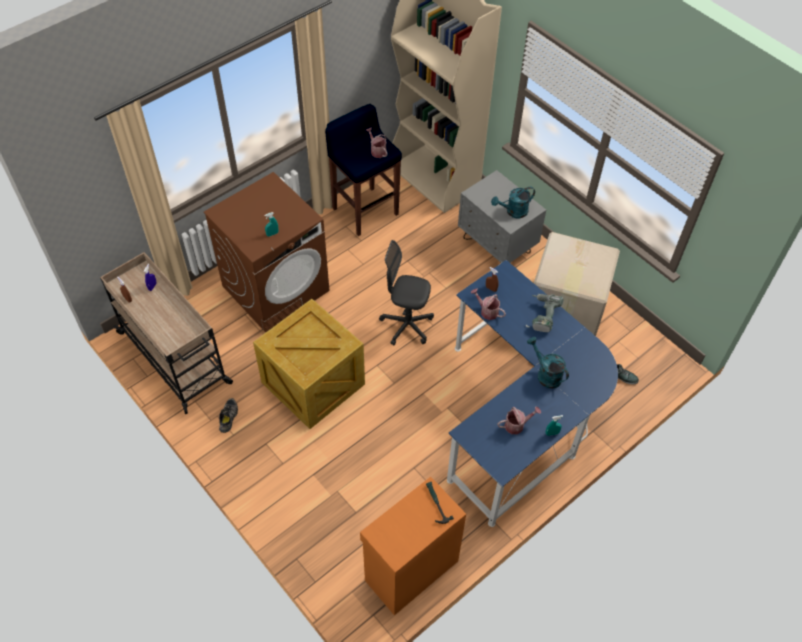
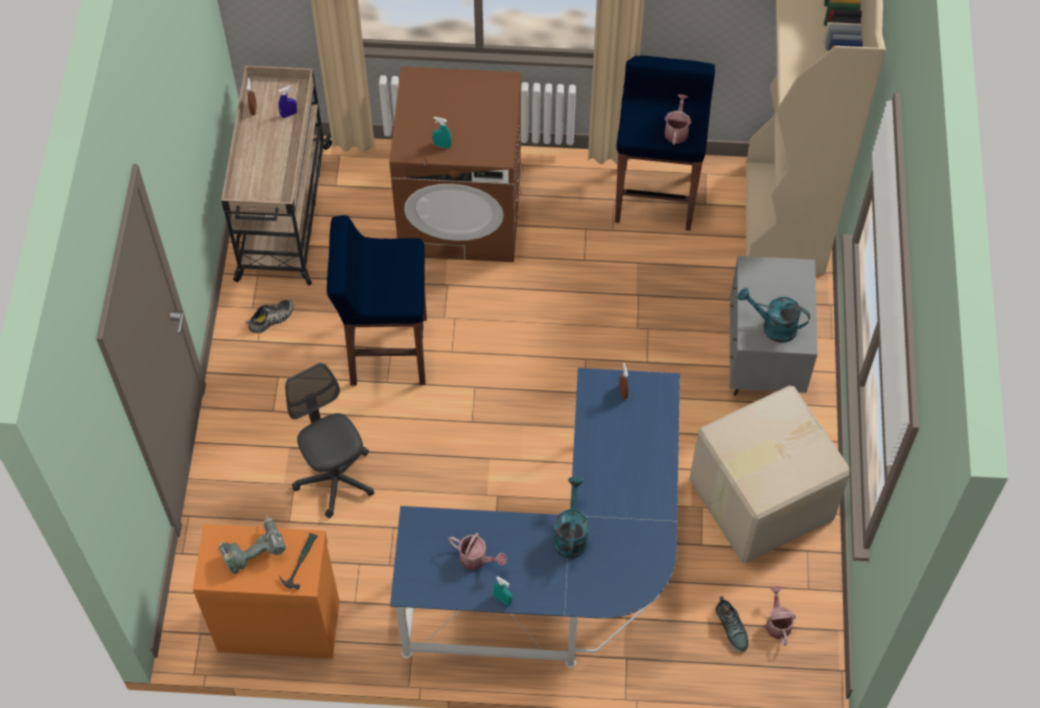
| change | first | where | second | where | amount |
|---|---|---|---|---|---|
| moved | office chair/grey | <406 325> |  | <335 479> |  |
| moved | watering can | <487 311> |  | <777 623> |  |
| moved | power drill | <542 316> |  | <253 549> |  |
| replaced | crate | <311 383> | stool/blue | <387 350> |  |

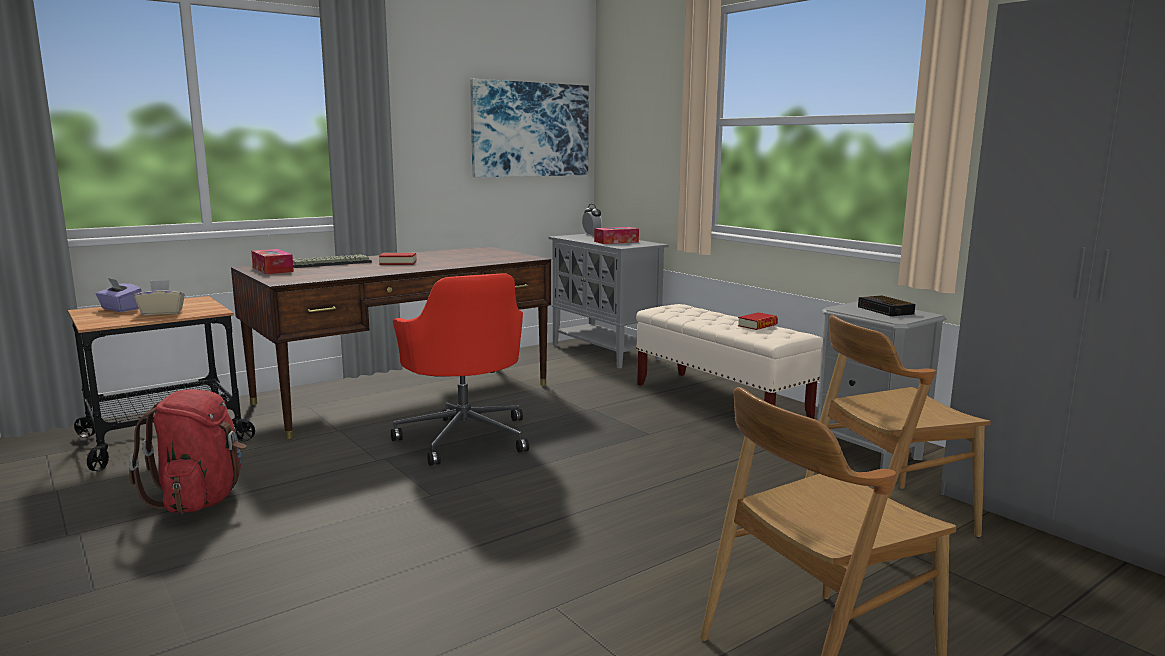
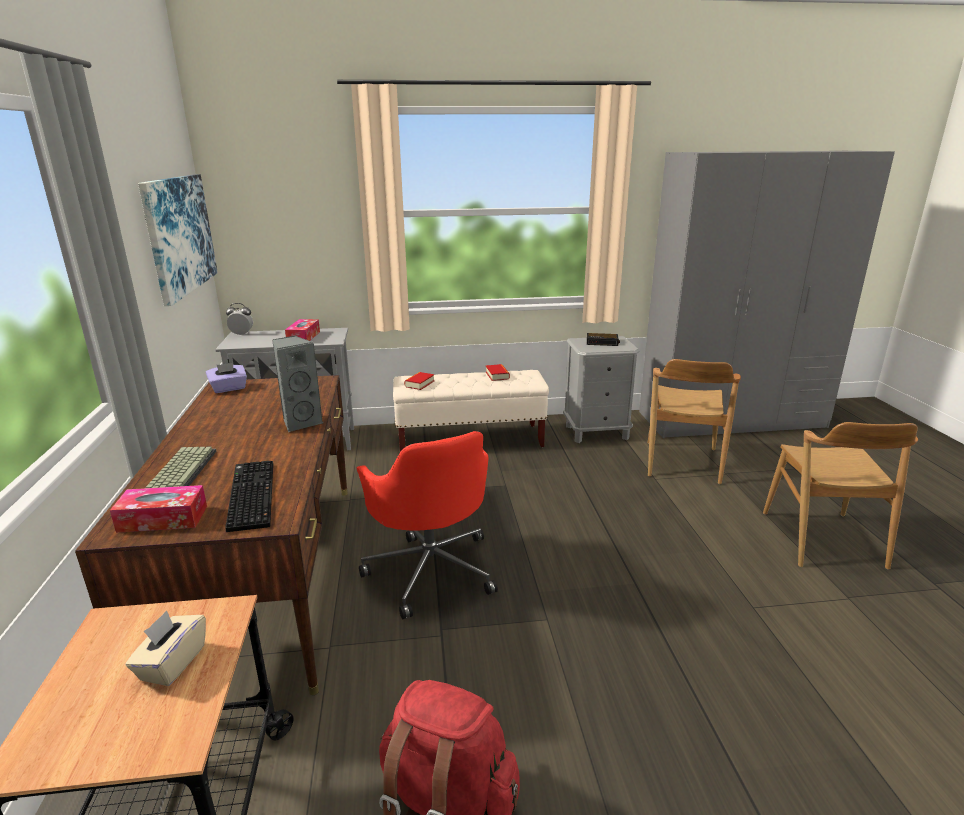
| change | first | where | second | where | amount |
|---|---|---|---|---|---|
| moved | book | <398 263> |  | <419 384> |  |
| turned | office chair/red | <465 437> |  | <431 569> | 60 degrees clockwise |
| moved | tissue box/purple | <120 309> |  | <229 388> |  |
| added |  |  | speaker/grey | <301 422> |  |
| added |  |  | keyboard | <249 495> |  |

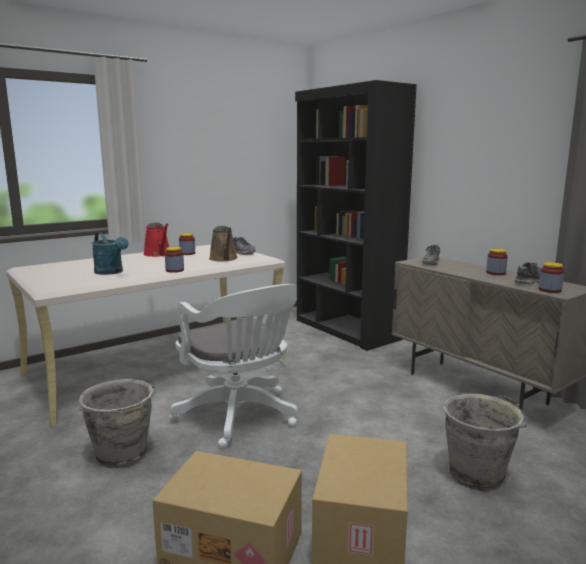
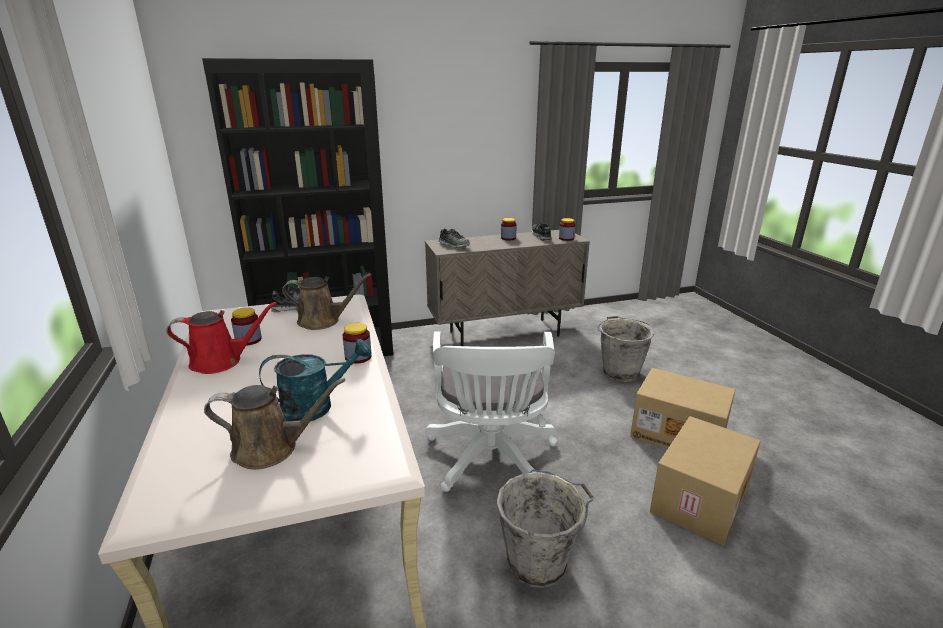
| change | first | where | second | where | amount |
|---|---|---|---|---|---|
| turned | office chair/white | <240 417> |  | <491 460> | 105 degrees clockwise |
| added |  |  | watering can/brown | <271 449> |  |

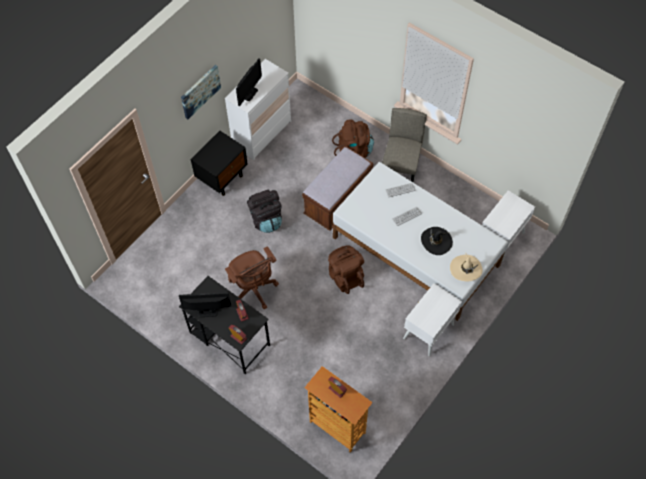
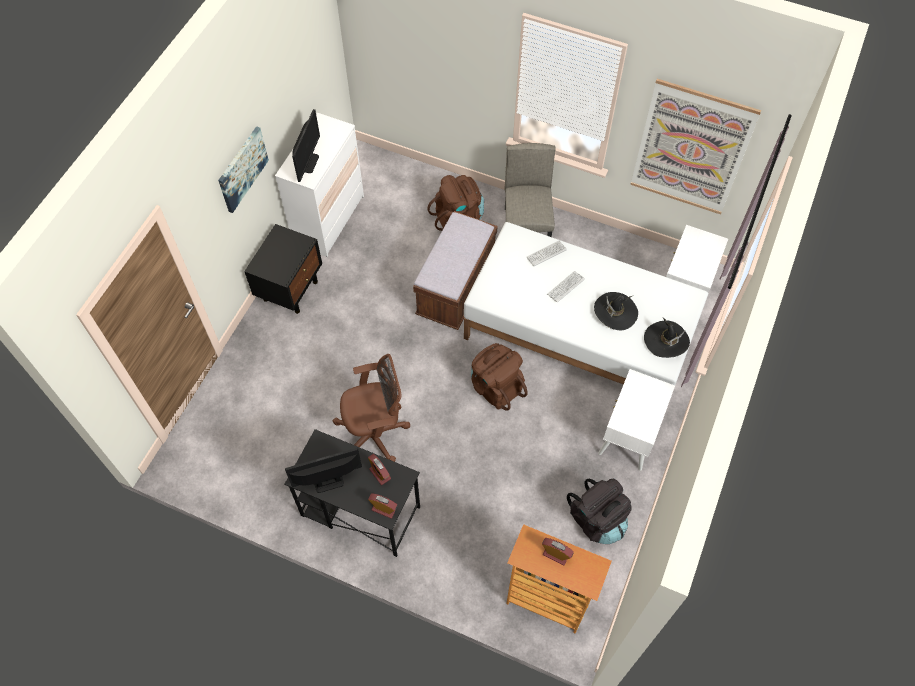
| change | first | where | second | where | amount |
|---|---|---|---|---|---|
| moved | backpack/black | <266 219> |  | <597 520> |  |
| turned | office chair/brown | <253 290> |  | <375 434> | 60 degrees counterclockwise |
| recoloured | hat/beige | <466 269> | hat/black | <666 340> |  |
| added |  |  | picture | <691 149> |  |

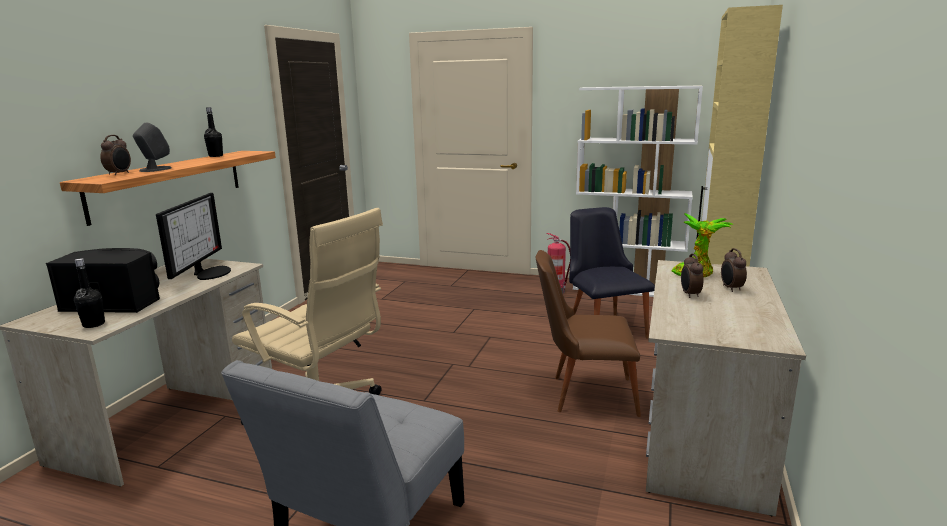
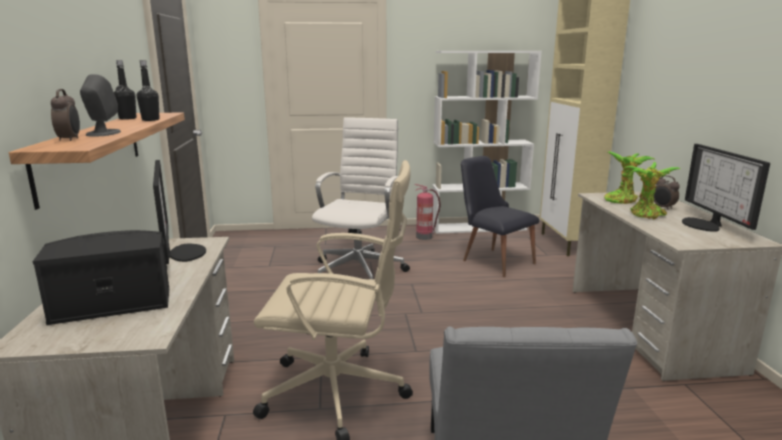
| change | first | where | second | where | amount |
|---|---|---|---|---|---|
| removed | chair/brown | <584 394> |  |  |  |
| replaced | alarm clock | <689 294> | potted plant | <646 215> |  |
| moved | bottle/black | <94 324> |  | <150 120> |  |
| added |  |  | office chair/white | <360 270> |  |
| added |  |  | monitor | <705 225> |  |

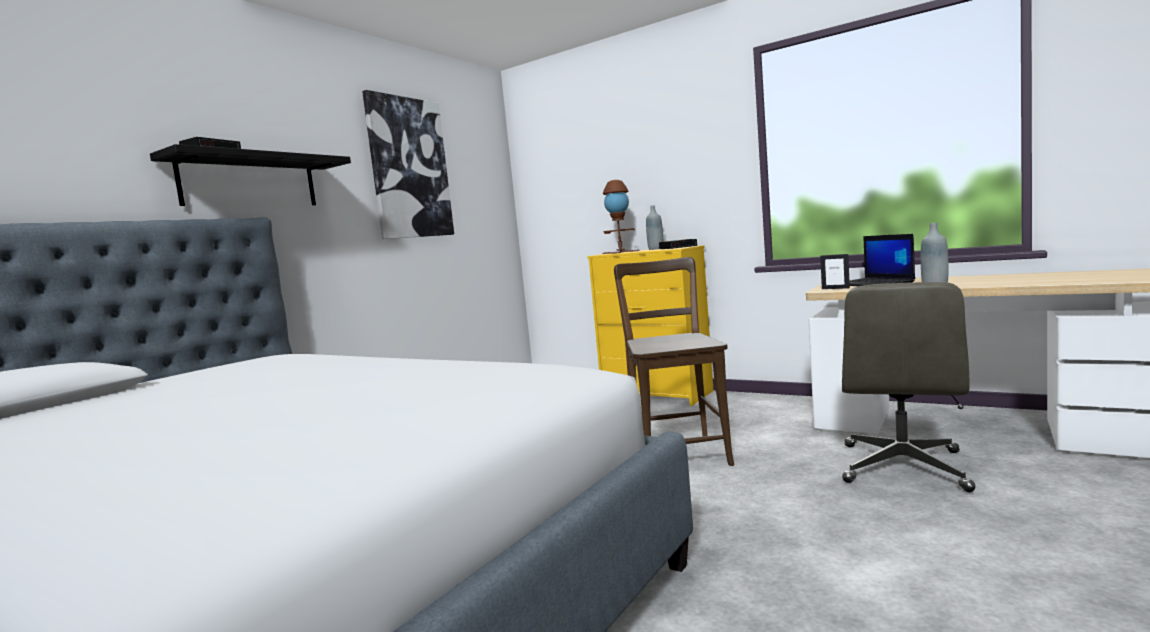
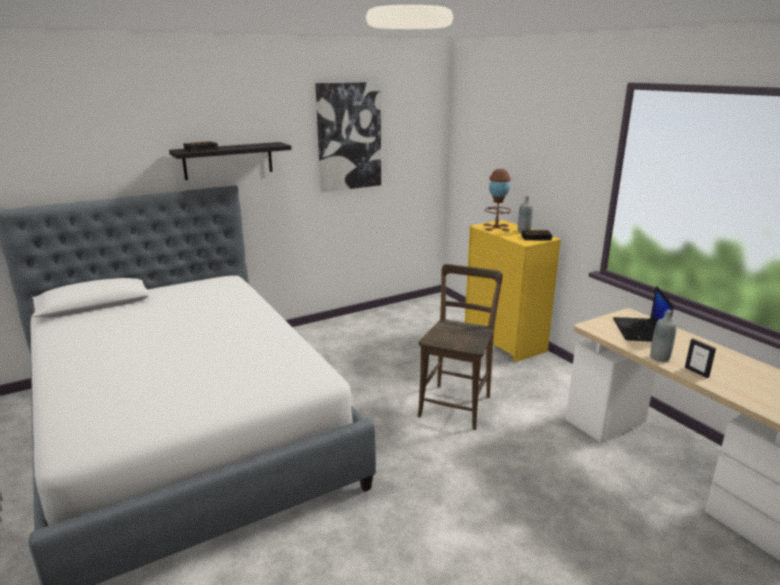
| change | first | where | second | where | amount |
|---|---|---|---|---|---|
| moved | picture frame | <835 288> |  | <696 372> |  |
| removed | office chair/grey | <903 468> |  |  |  |

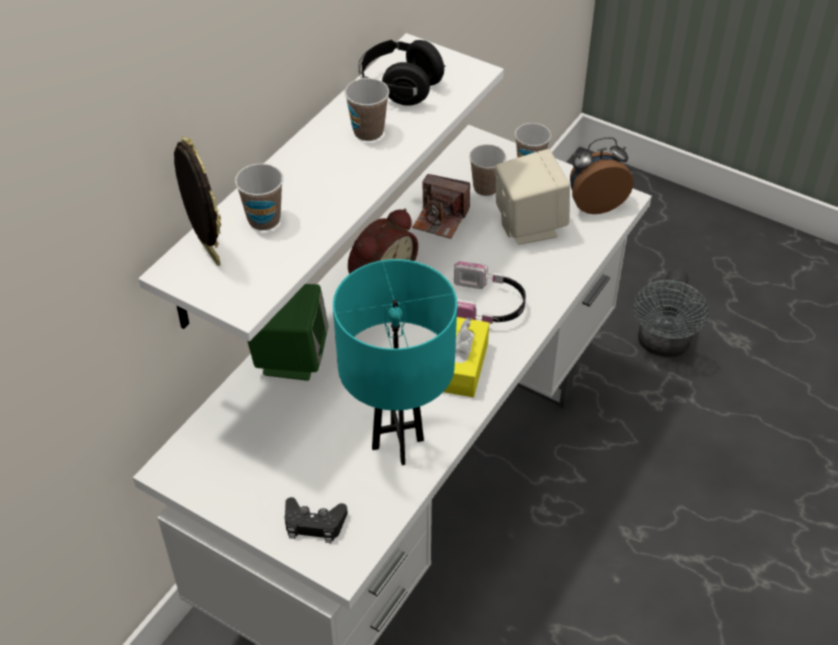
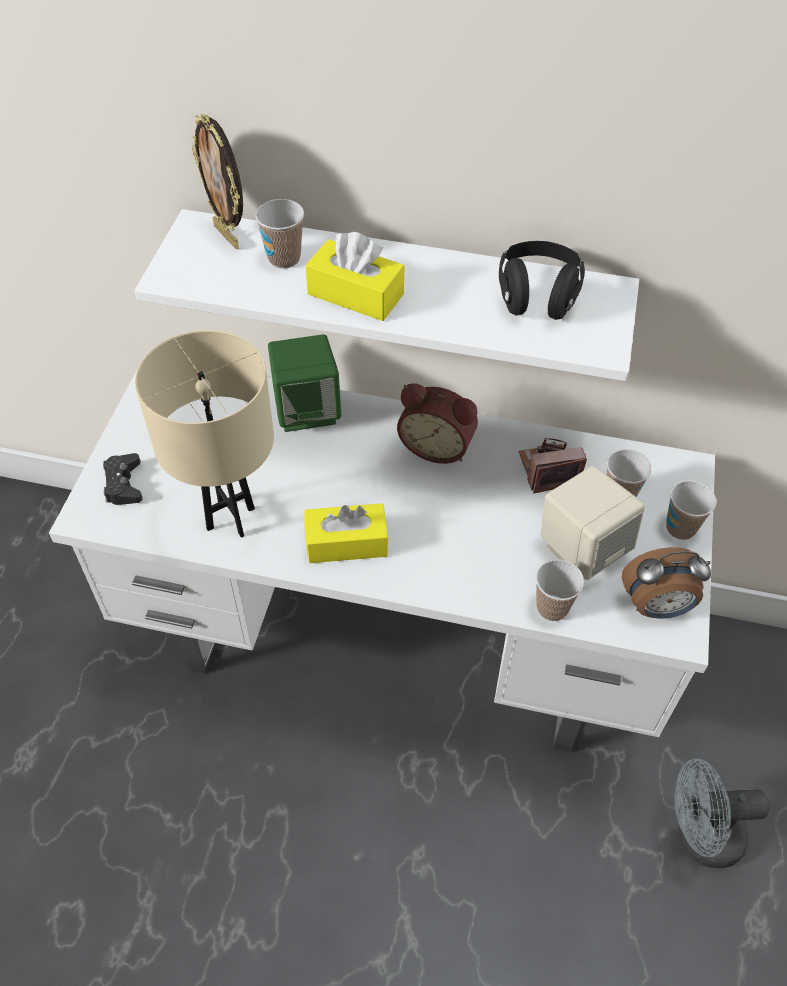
| change | first | where | second | where | amount |
|---|---|---|---|---|---|
| moved | cup | <368 132> |  | <552 607> |  |
| turned | picture frame | <206 251> |  | <228 236> | 105 degrees clockwise |
| turned | alarm clock | <595 203> |  | <656 607> | 120 degrees clockwise |
| turned | photo camera | <440 219> |  | <548 470> | 75 degrees clockwise |
| recoloured | table lamp/turquoise | <398 443> | table lamp/beige | <231 518> |  |
| removed | headphones | <486 307> |  |  |  |
| added |  |  | tissue box/yellow | <355 294> |  |

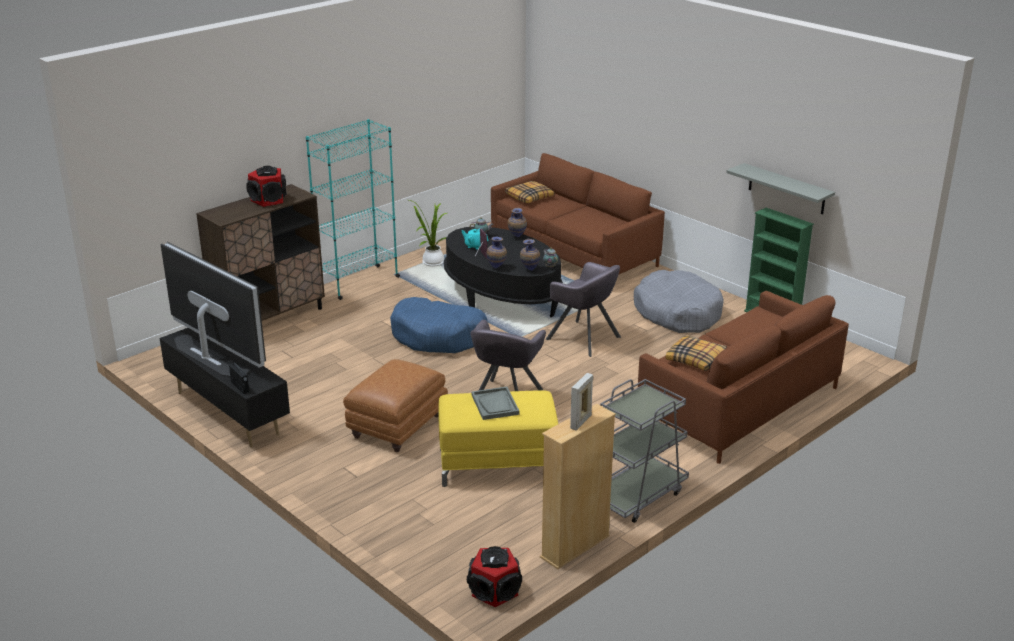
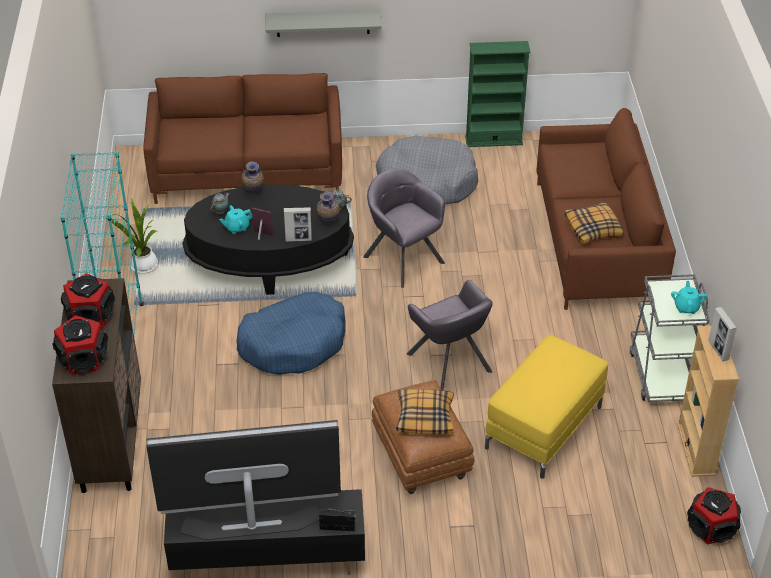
| change | first | where | second | where | amount |
|---|---|---|---|---|---|
| moved | shelf/grey | <786 189> |  | <323 23> |  |
| moved | pillow | <530 197> |  | <425 417> |  |
| replaced | vase | <497 267> | picture frame | <298 239> |  |
| turned | armchair/grey | <583 338> |  | <403 259> | 120 degrees counterclockwise |
| removed | tray/grey | <495 405> |  |  |  |
| added |  |  | teapot/turquoise | <686 307> |  |
| added |  |  | speaker | <83 358> |  |

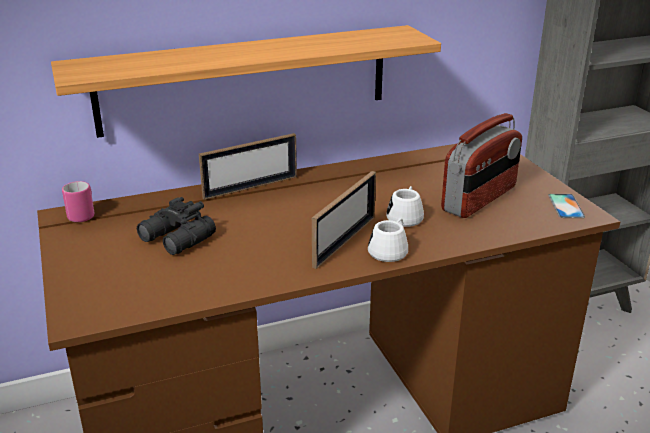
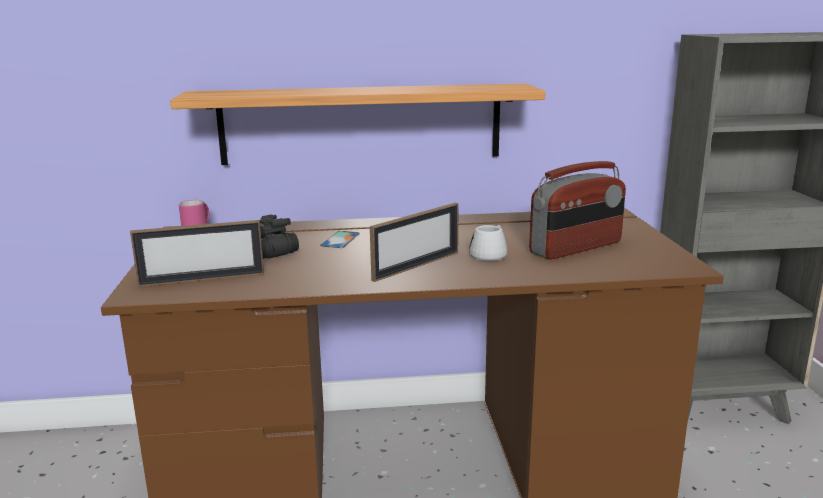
| change | first | where | second | where | amount |
|---|---|---|---|---|---|
| moved | picture frame | <251 187> |  | <202 279> |  |
| moved | phone | <566 206> |  | <340 240> |  |
| removed | mug/white | <390 250> |  |  |  |

